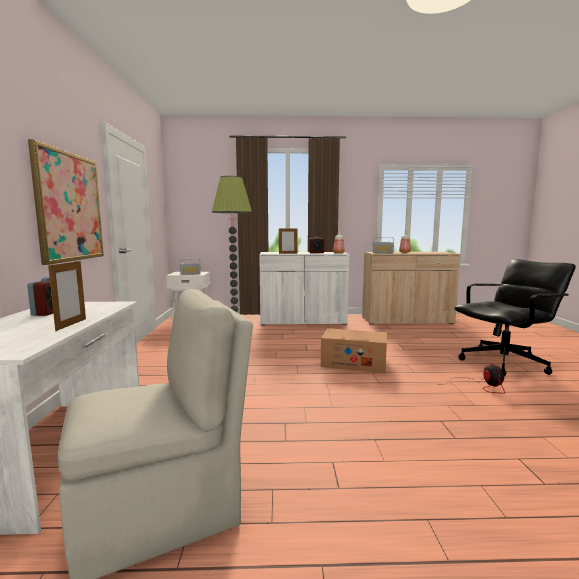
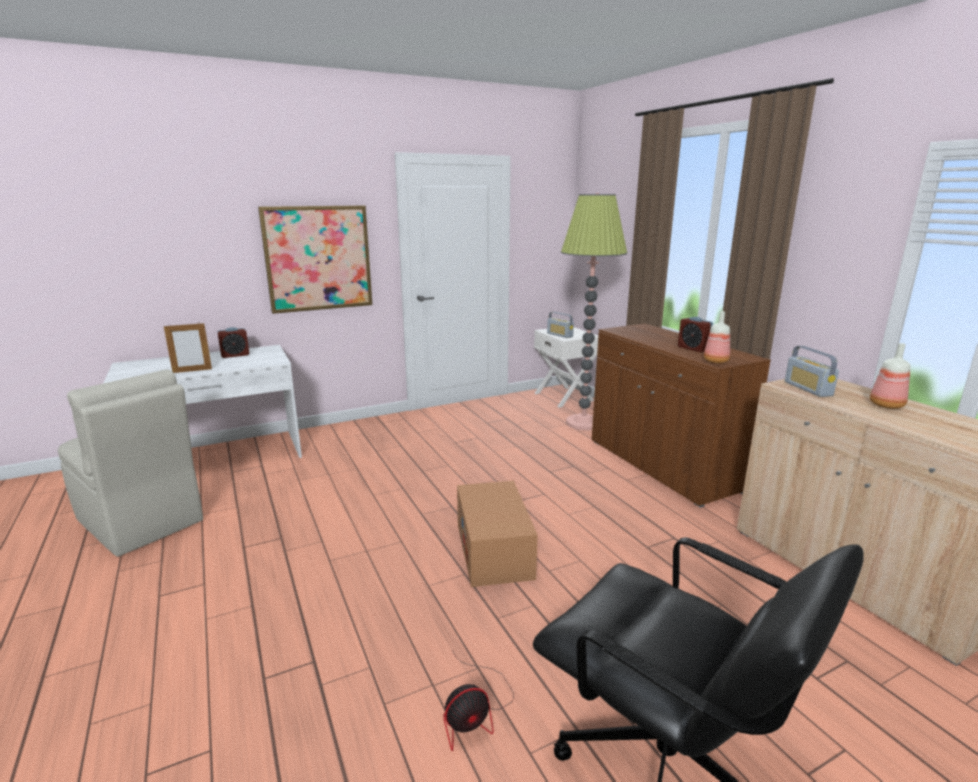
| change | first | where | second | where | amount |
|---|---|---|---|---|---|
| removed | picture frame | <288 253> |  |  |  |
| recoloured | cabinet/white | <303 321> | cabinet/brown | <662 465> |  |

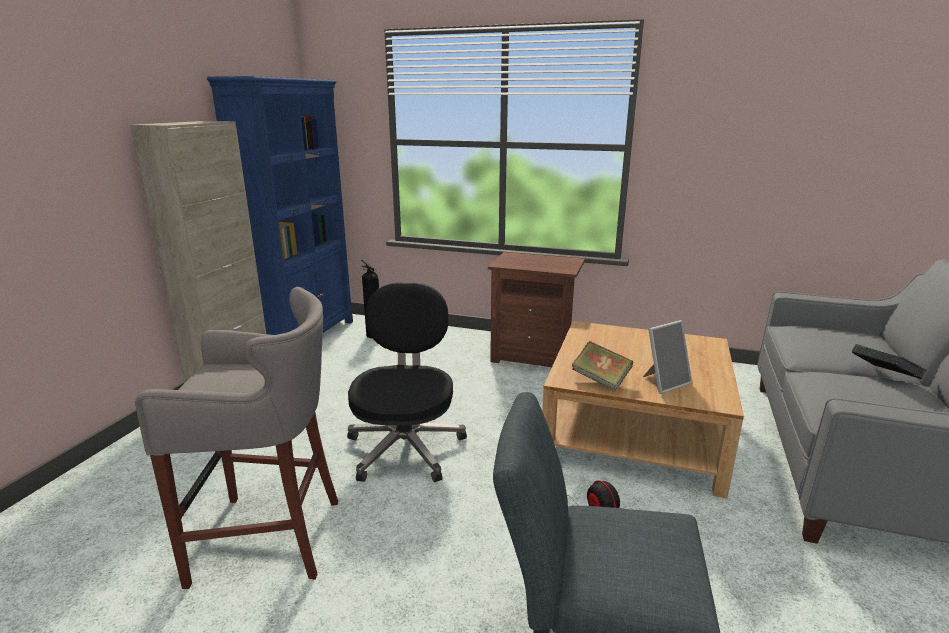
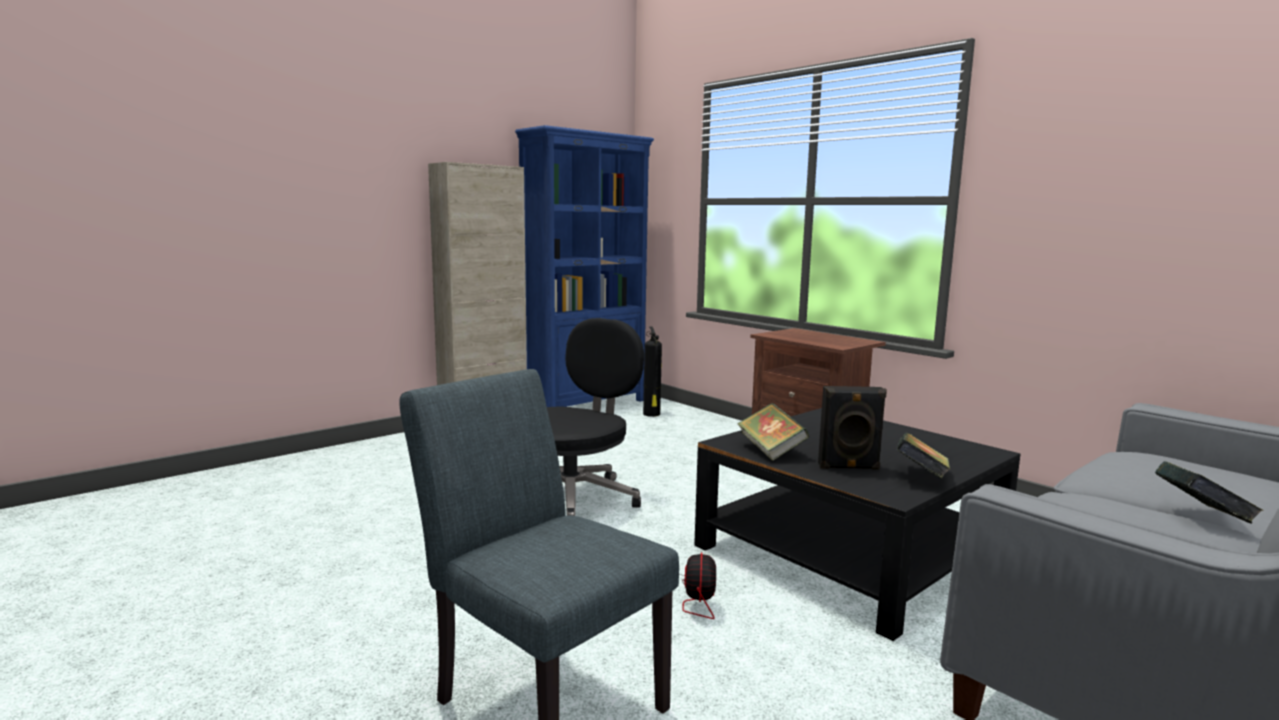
| change | first | where | second | where | amount |
|---|---|---|---|---|---|
| removed | stool/grey | <272 538> |  |  |  |
| replaced | picture frame | <664 382> | speaker/black | <848 467> |  |
| recoloured | coffee table/beige | <634 432> | coffee table/black | <848 552> |  |
| added |  |  | book | <921 477> |  |

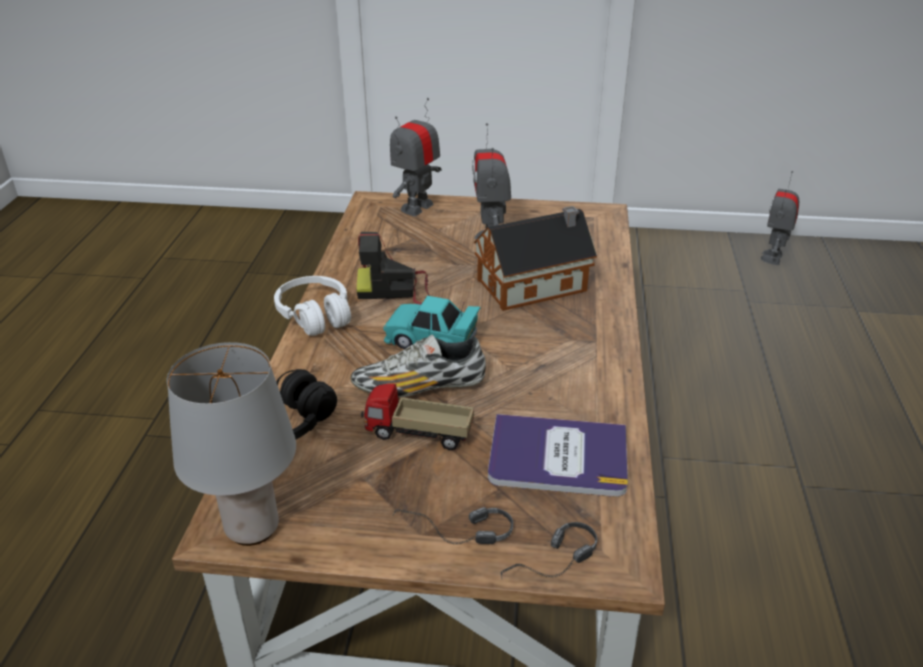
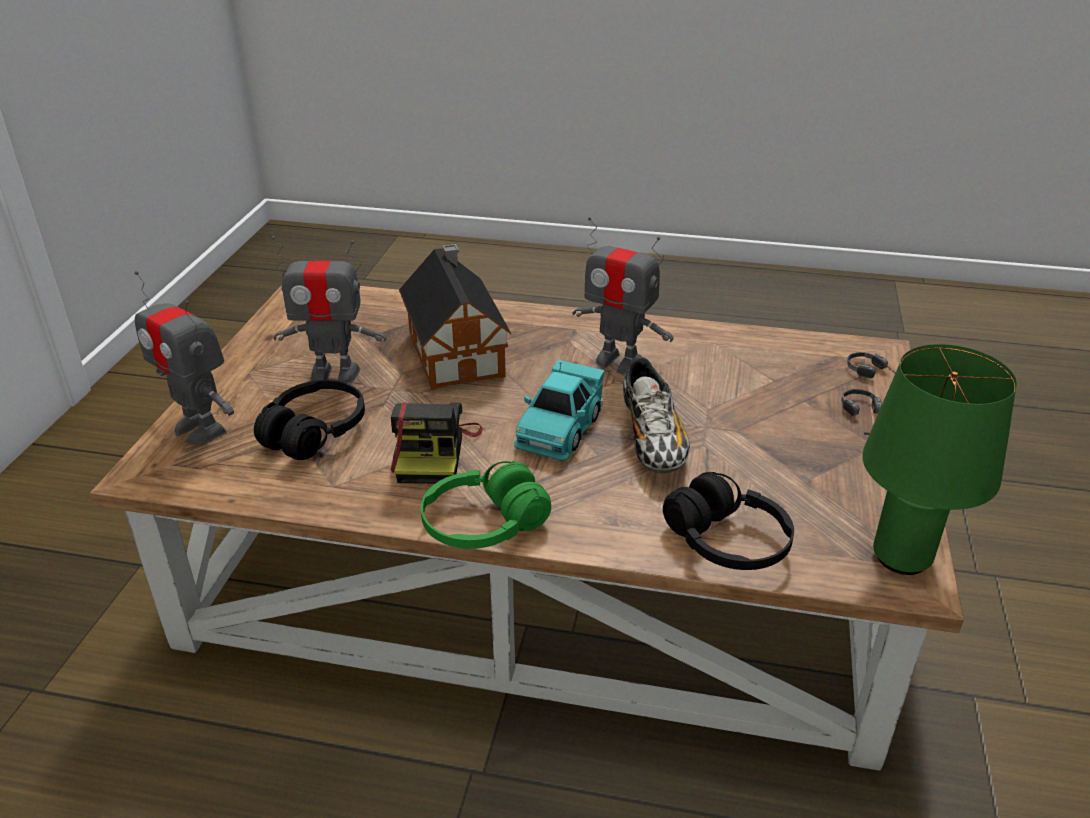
| change | first | where | second | where | amount |
|---|---|---|---|---|---|
| moved | toy robot | <772 257> |  | <618 361> |  |
| recoloured | headphones/white | <315 316> | headphones/green | <484 525> |  |
| recoloured | table lamp/grey | <253 528> | table lamp/green | <901 556> |  |
| removed | toy truck | <418 435> |  |  |  |
| removed | book | <558 457> |  |  |  |
| added |  |  | headphones/black | <314 432> |  |

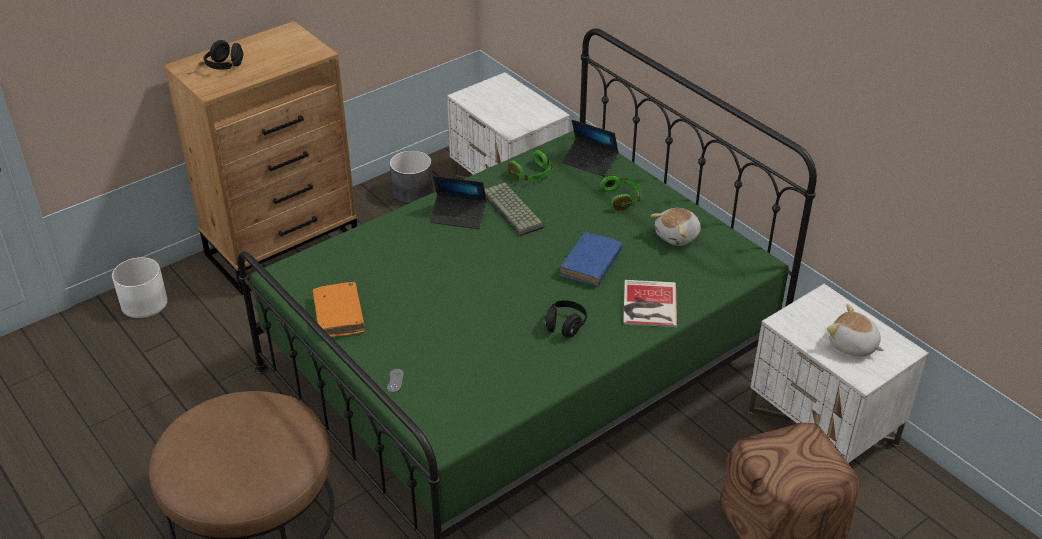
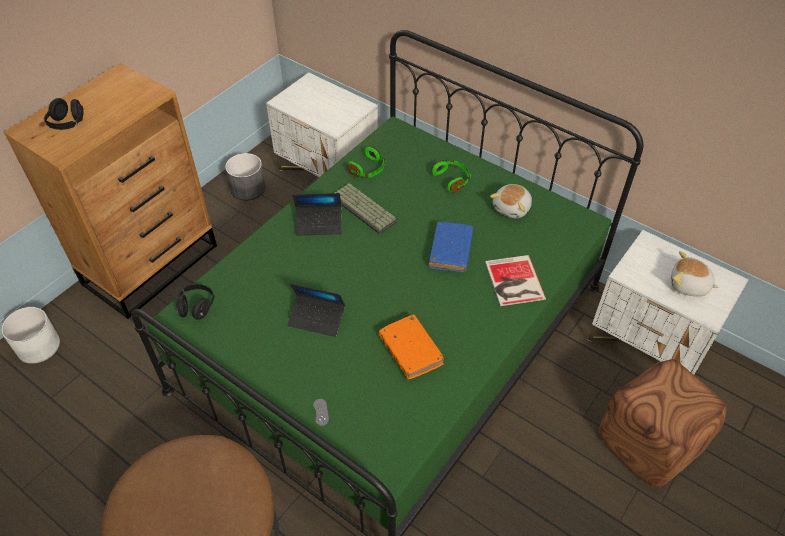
| change | first | where | second | where | amount |
|---|---|---|---|---|---|
| moved | laptop | <590 162> |  | <317 318> |  |
| moved | book/orange | <339 316> |  | <410 351> |  |
| moved | headphones/black | <565 326> |  | <197 307> |  |

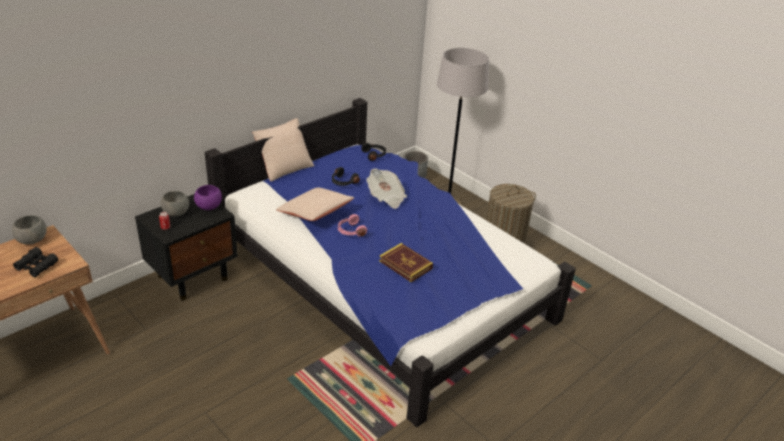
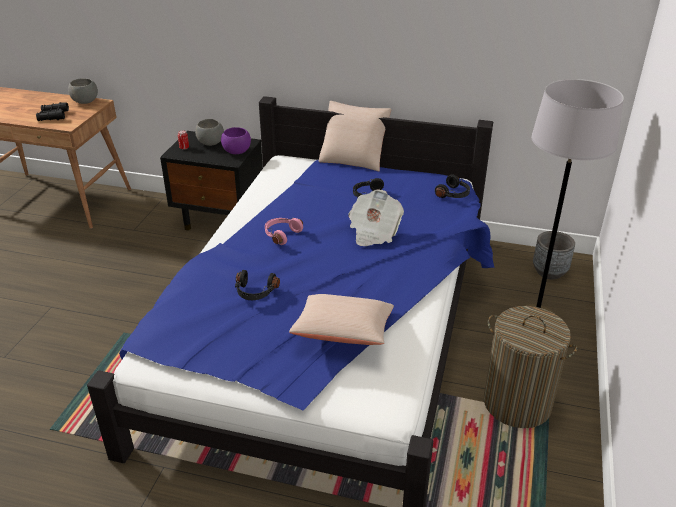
| change | first | where | second | where | amount |
|---|---|---|---|---|---|
| moved | pillow/beige | <315 213> |  | <343 332> |  |
| replaced | book | <405 265> | headphones/black | <255 292> |  |

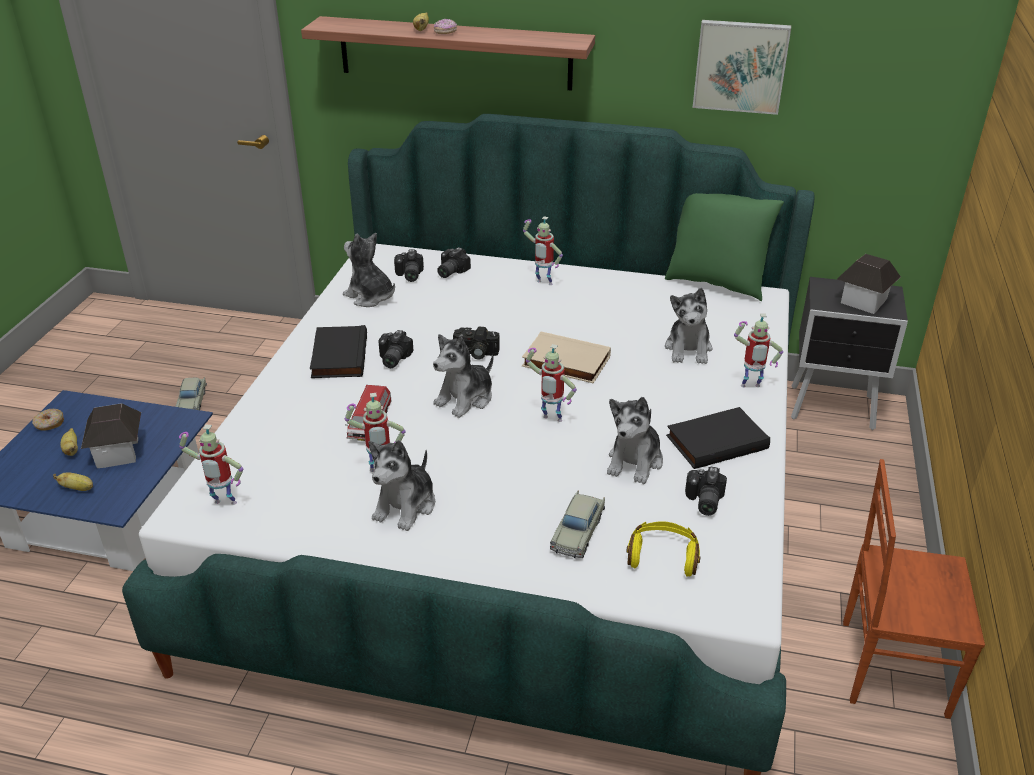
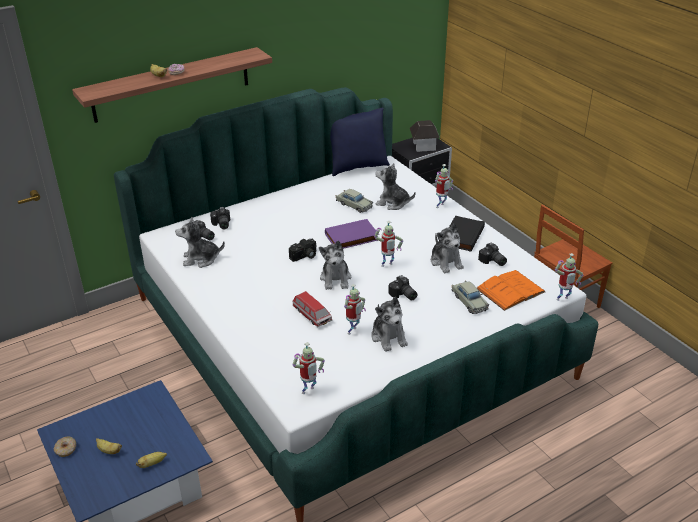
| change | first | where | second | where | amount |
|---|---|---|---|---|---|
| removed | picture | <740 66> |  |  |  |
| recoloured | pillow/green | <716 283> | pillow/blue | <357 167> |  |
| moved | toy robot | <543 283> |  | <562 300> |  |
| turned | plush toy | <688 349> |  | <392 203> | 150 degrees clockwise |
| removed | book/black | <337 356> |  |  |  |
| moved | photo camera | <392 359> |  | <403 295> |  |
| recoloured | book/beige | <565 363> | book/purple | <352 238> |  |
| moved | toy car/beige | <192 402> |  | <354 205> |  |
| removed | toy house | <118 452> |  |  |  |
| replaced | headphones/yellow | <663 556> | book/orange | <510 290> |  |

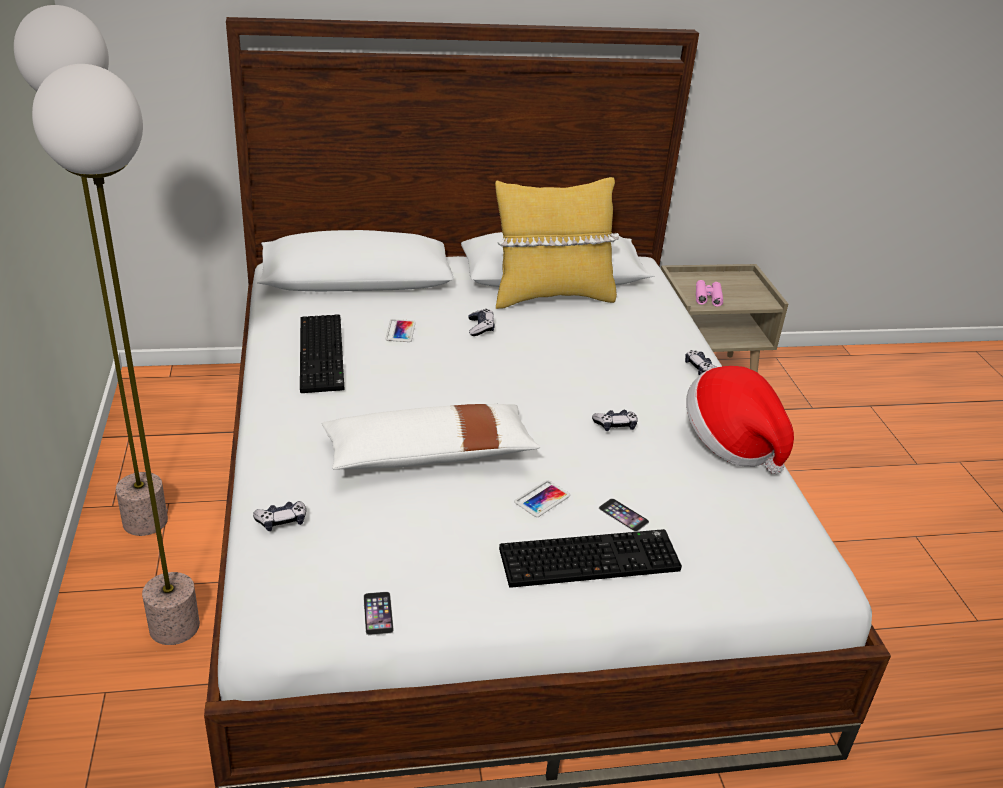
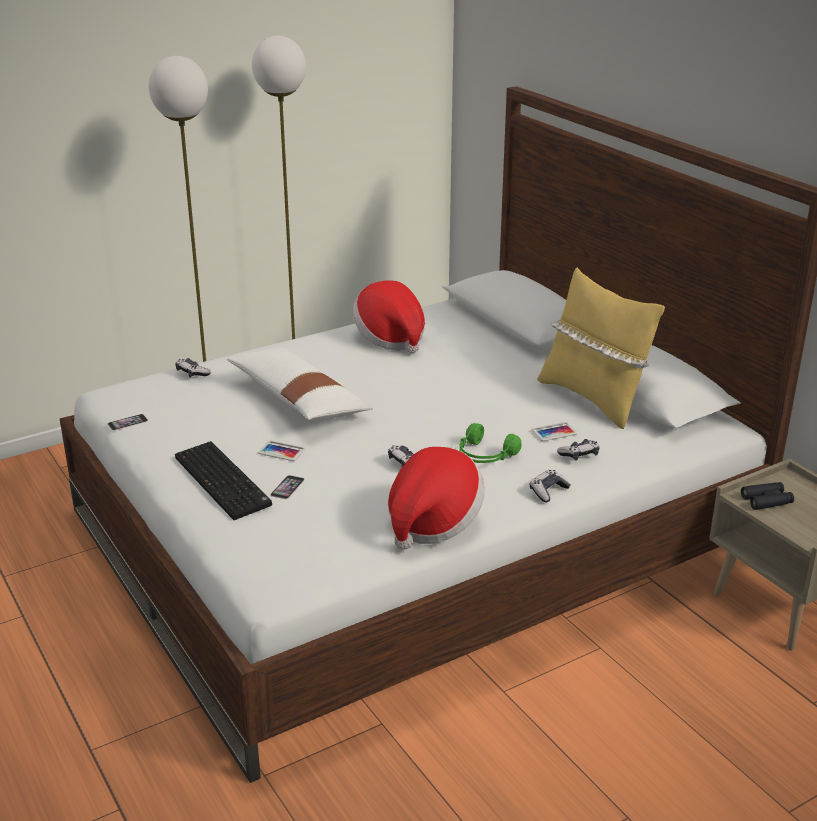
| change | first | where | second | where | amount |
|---|---|---|---|---|---|
| recoloured | binoculars/pink | <708 297> | binoculars/black | <766 500> |  |
| moved | game controller | <481 328> |  | <579 455> |  |
| replaced | keyboard | <323 355> | hat | <390 338> |  |
| moved | phone | <400 331> |  | <554 432> |  |
| added |  |  | headphones/green | <484 455> |  |

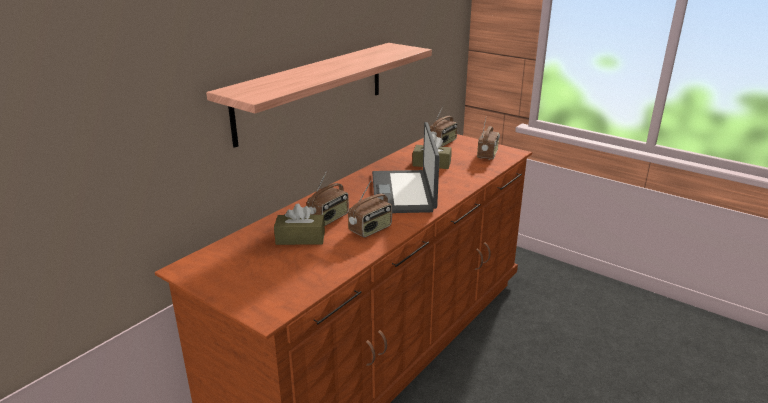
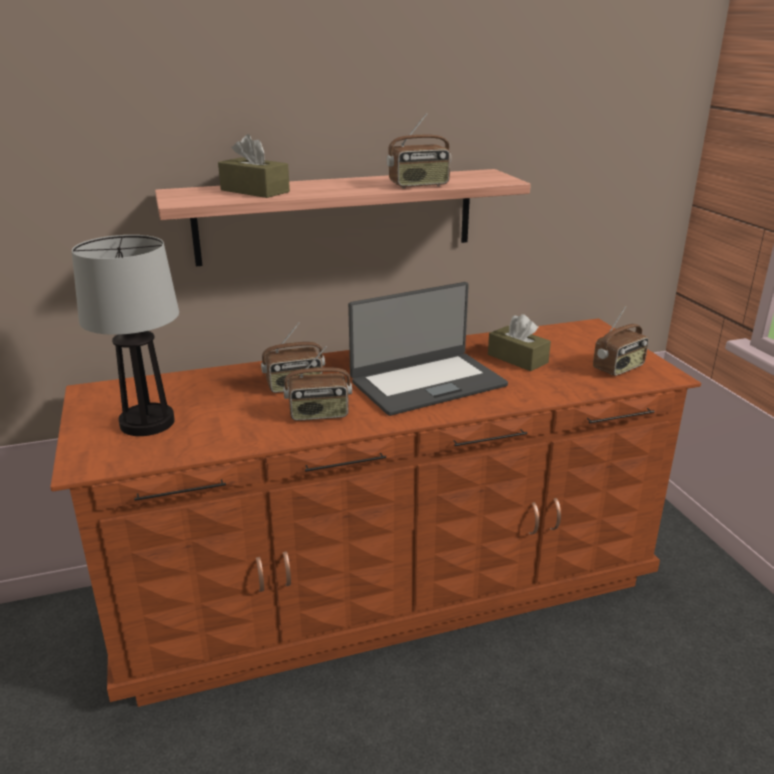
| change | first | where | second | where | amount |
|---|---|---|---|---|---|
| moved | radio | <443 142> |  | <419 185> |  |
| turned | laptop | <404 192> |  | <427 383> | 150 degrees counterclockwise |
| moved | tissue box/brown | <300 238> |  | <255 191> |  |
| added |  |  | table lamp | <148 423> |  |

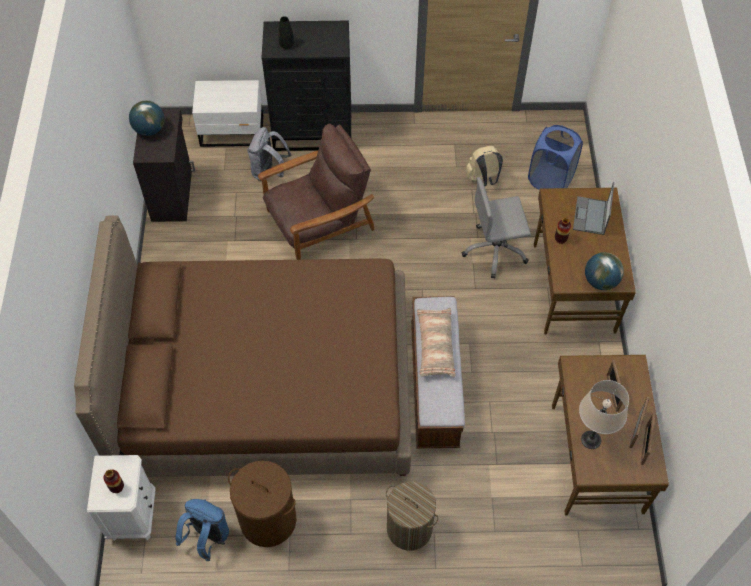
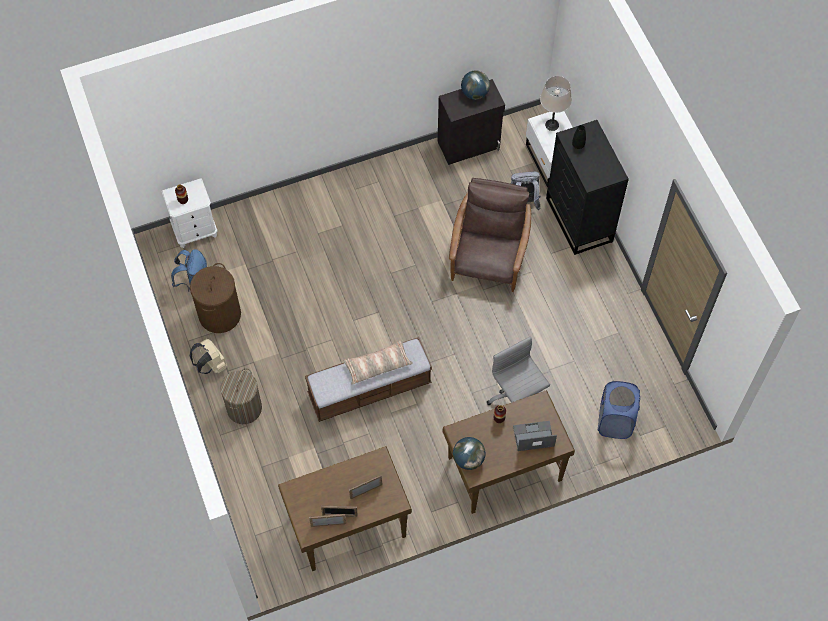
| change | first | where | second | where | amount |
|---|---|---|---|---|---|
| turned | armchair/brown | <318 221> |  | <488 256> | 120 degrees counterclockwise |
| moved | backpack/beige | <483 179> |  | <211 365> |  |
| removed | bed/brown | <266 387> |  |  |  |
| moved | table lamp/beige | <591 440> |  | <552 125> |  |

